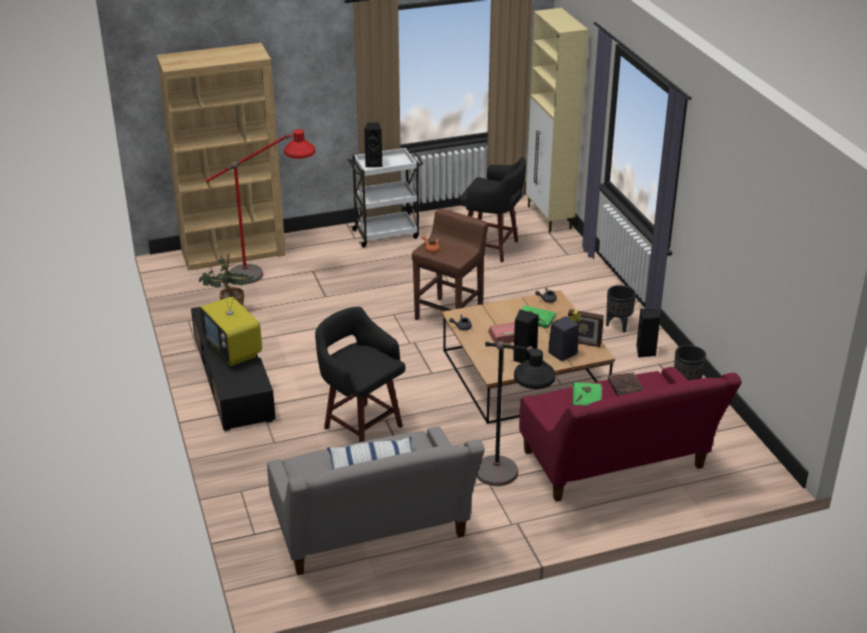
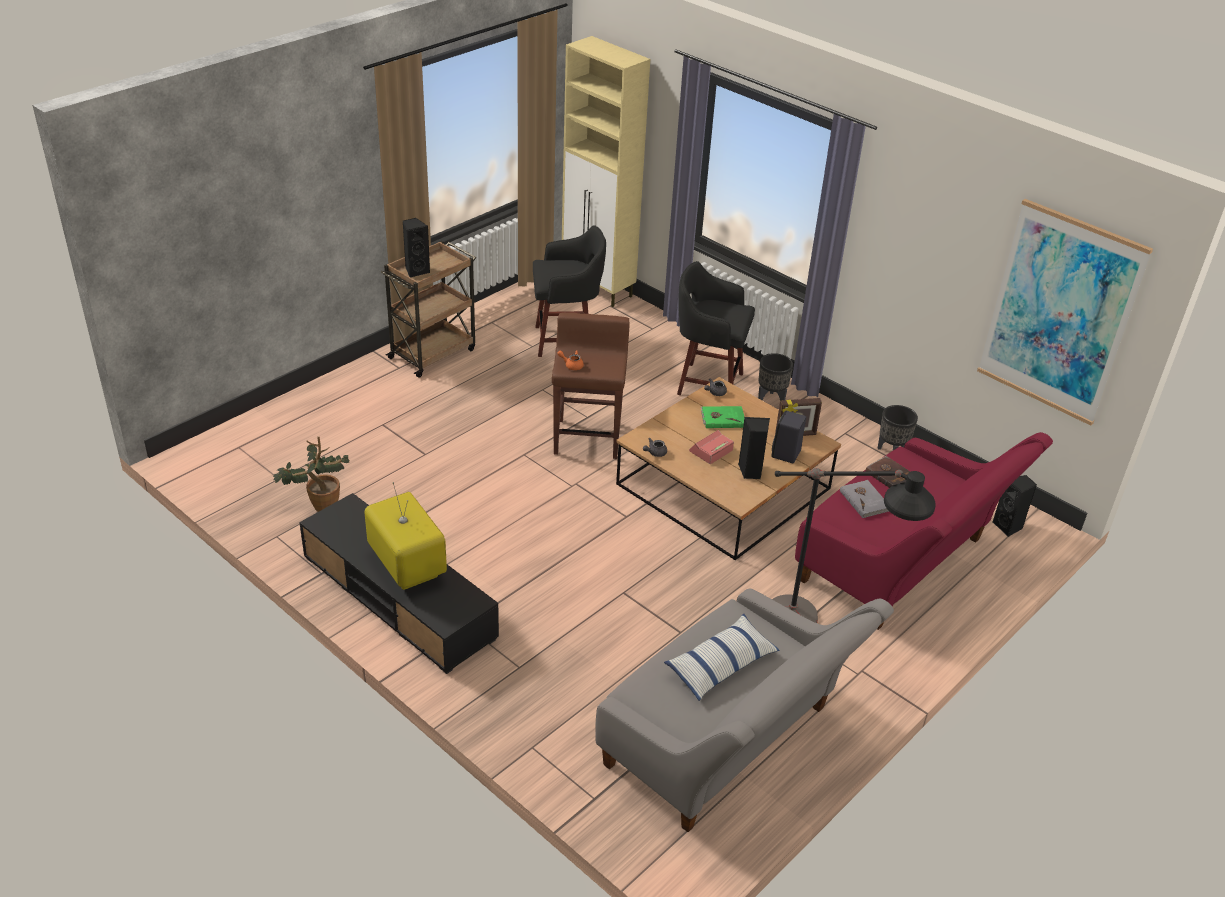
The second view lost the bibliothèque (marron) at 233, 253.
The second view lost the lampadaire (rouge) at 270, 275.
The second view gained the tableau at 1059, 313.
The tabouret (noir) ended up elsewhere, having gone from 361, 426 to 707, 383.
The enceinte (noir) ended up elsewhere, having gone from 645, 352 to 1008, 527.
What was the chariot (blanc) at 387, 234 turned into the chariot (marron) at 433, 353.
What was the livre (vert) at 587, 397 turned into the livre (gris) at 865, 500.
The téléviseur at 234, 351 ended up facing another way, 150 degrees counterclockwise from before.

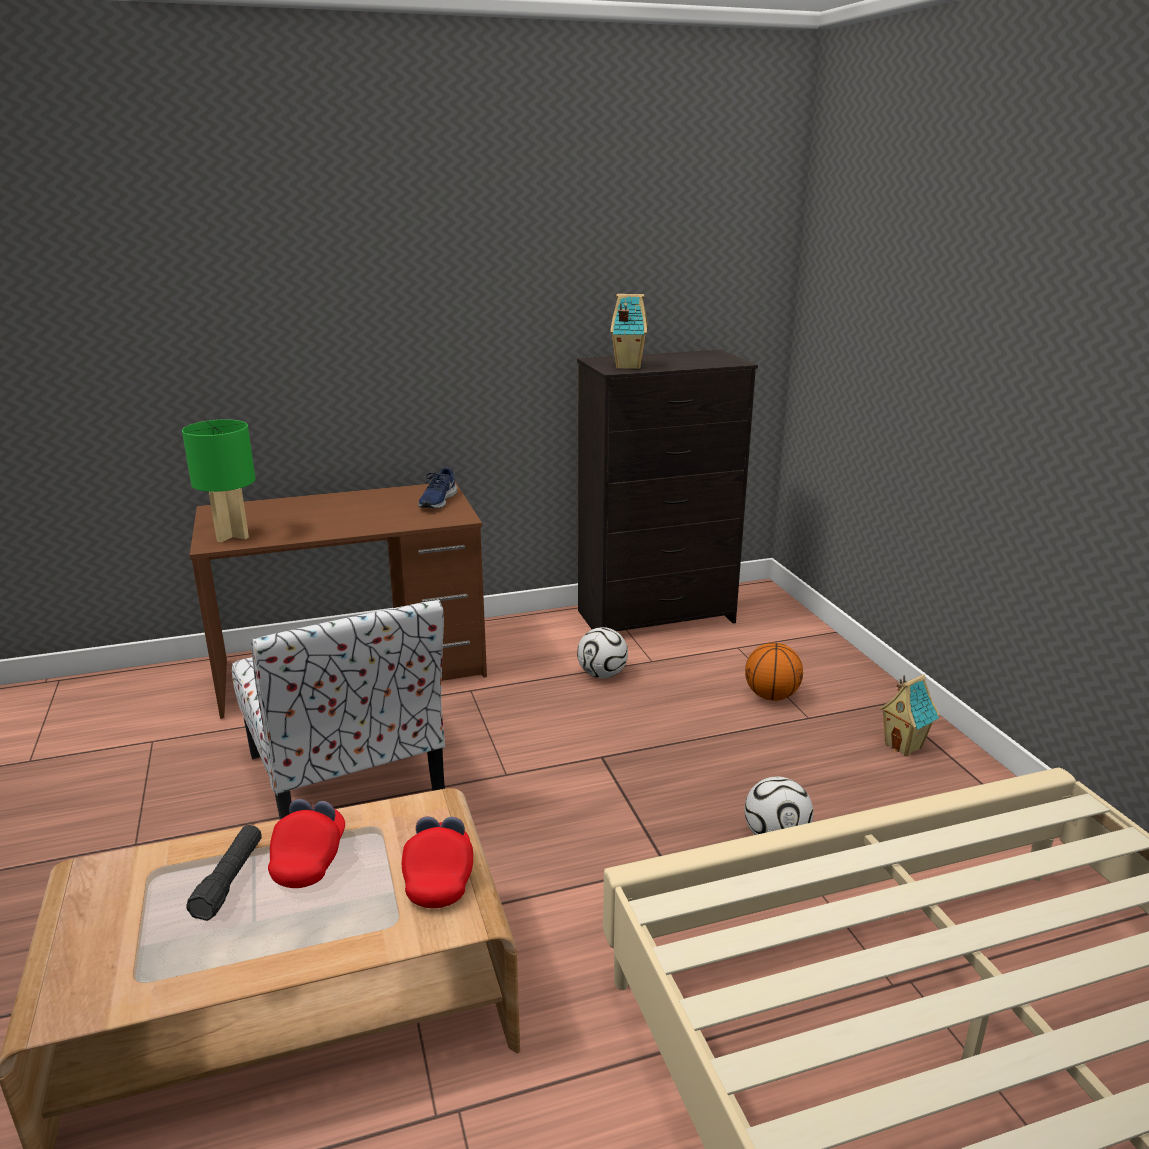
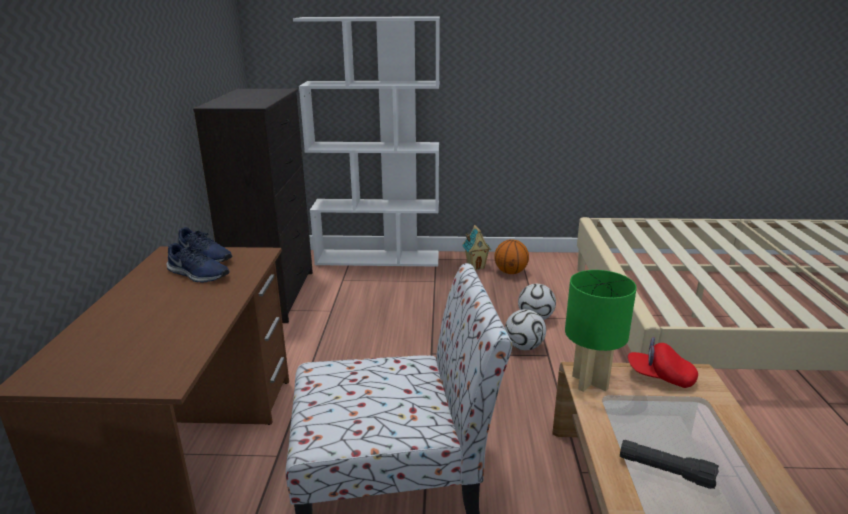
The second view lost the casquette (rouge) at 310, 859.
The second view lost the maison miniature at 627, 366.
The second view gained the chaussure (bleu) at 197, 274.
The second view gained the bibliothèque (blanc) at 378, 258.
The lampe de table (vert) ended up elsewhere, having gone from 231, 535 to 589, 383.
The ballon de foot ended up elsewhere, having gone from 602, 674 to 524, 346.
The ballon de basket ended up elsewhere, having gone from 771, 696 to 510, 272.

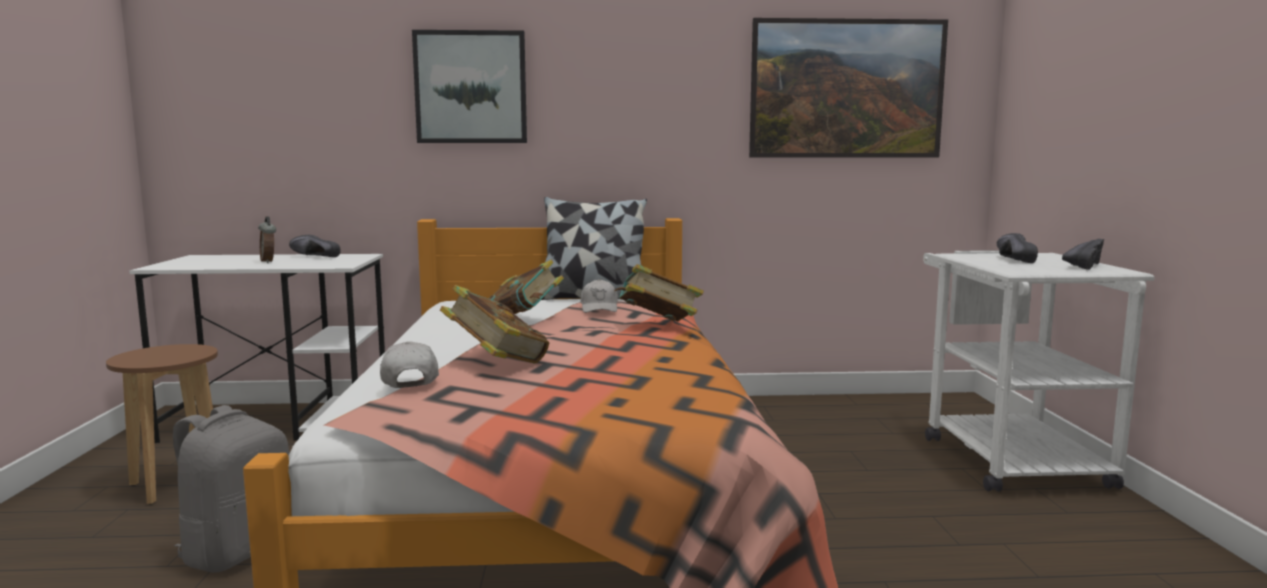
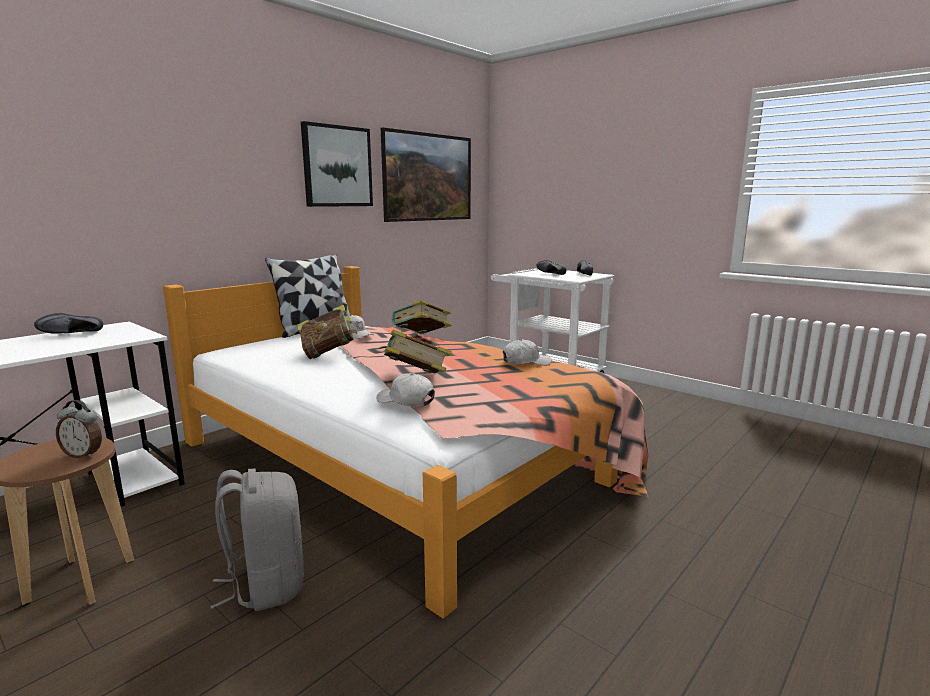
The second view gained the casquette (blanc) at 526, 362.
The réveil ended up elsewhere, having gone from 269, 261 to 84, 455.
The tableau ended up elsewhere, having gone from 471, 87 to 337, 166.

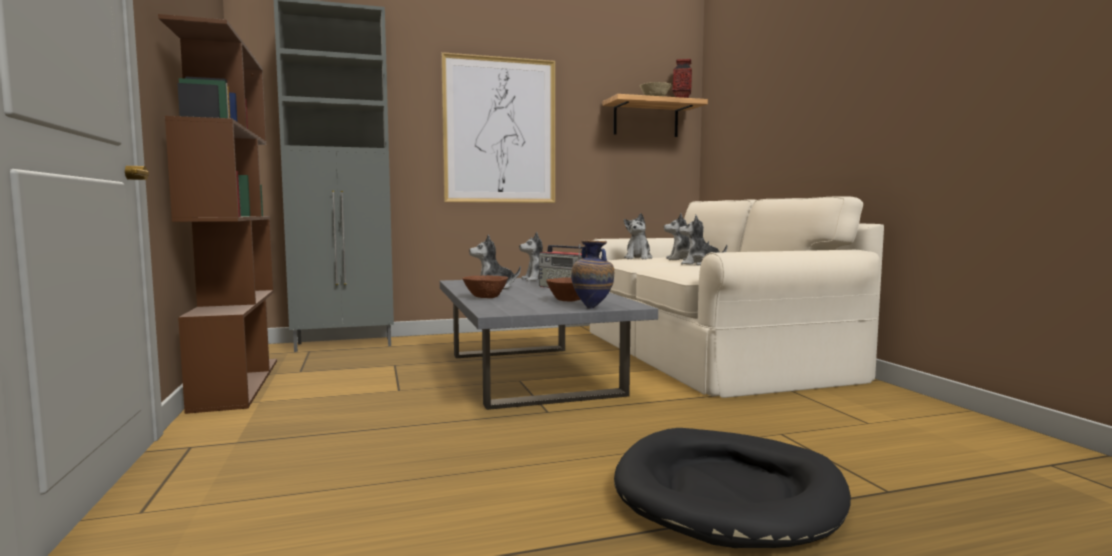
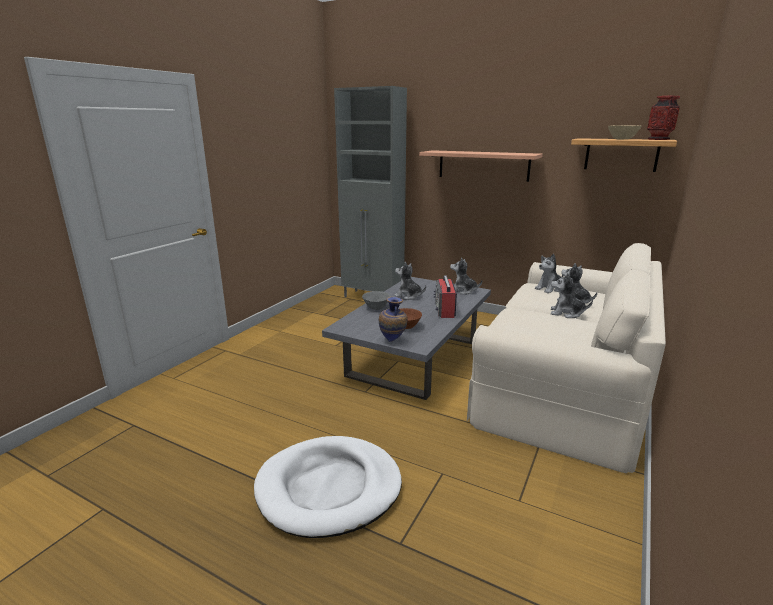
The second view lost the bibliothèque (marron) at 236, 383.
Where the tableau hung at 499, 131, the étagère came to hang at 483, 165.
What was the bol (marron) at 485, 297 turned into the bol (gris) at 376, 307.
What was the panier pour chien (noir) at 728, 493 turned into the panier pour chien (blanc) at 329, 488.
The peluche at 700, 264 ended up facing another way, 45 degrees counterclockwise from before.

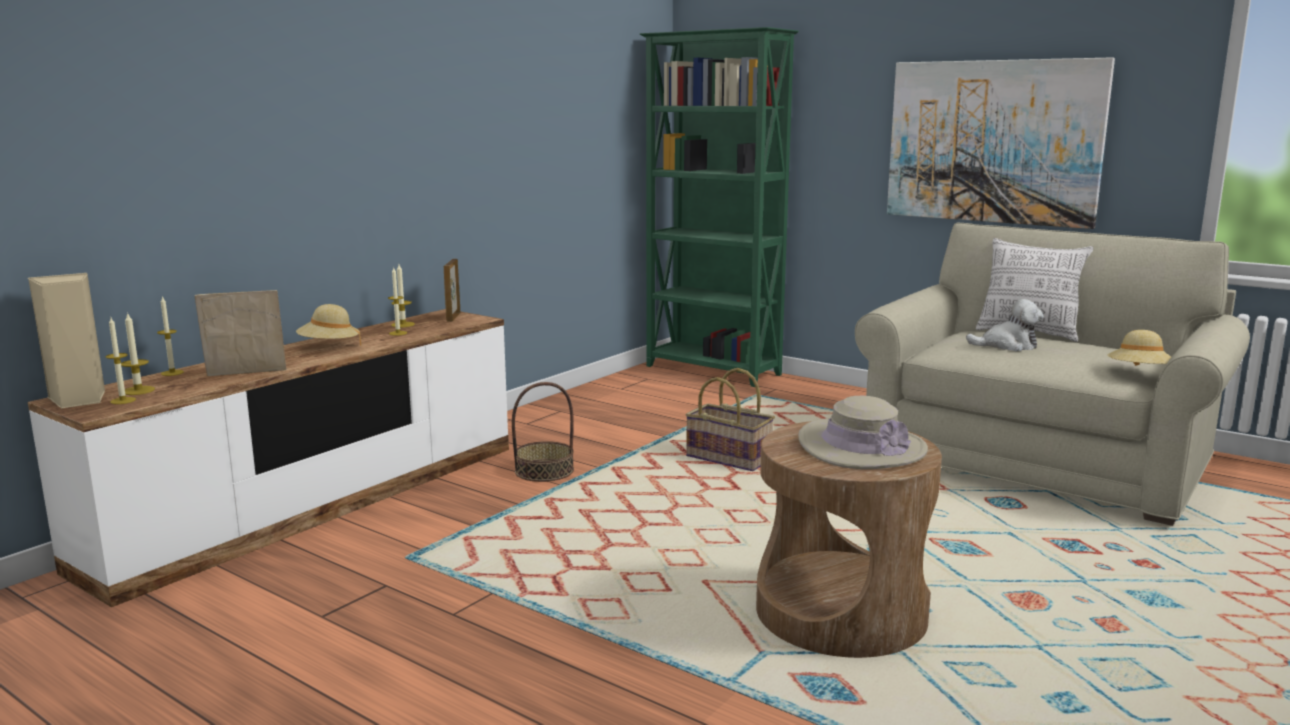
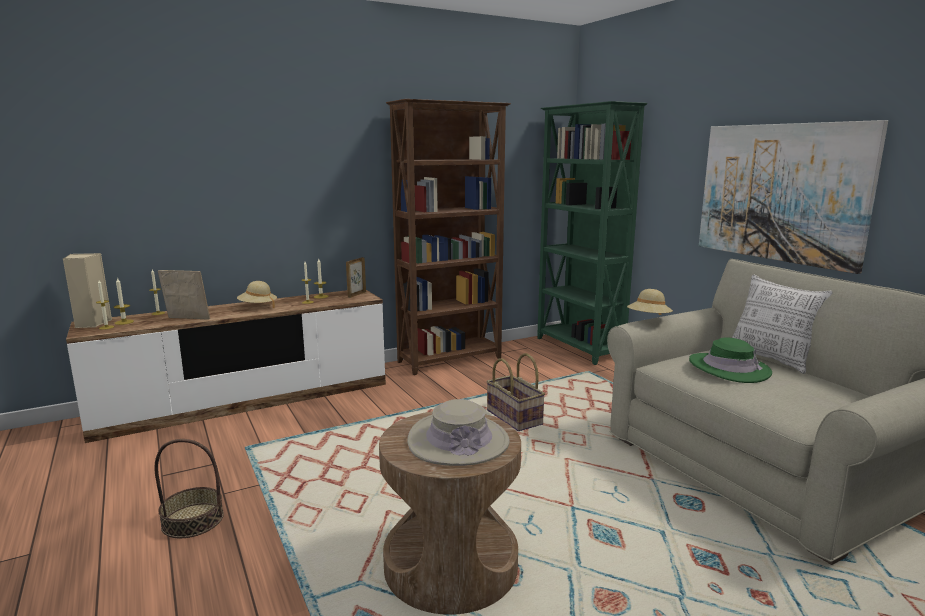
The second view gained the bibliothèque (marron) at 451, 360.
The panier ended up elsewhere, having gone from 544, 471 to 192, 520.
The chapeau (beige) ended up elsewhere, having gone from 1139, 373 to 648, 319.
Where the peluche stood at 1007, 346, the chapeau (vert) came to stand at 729, 368.

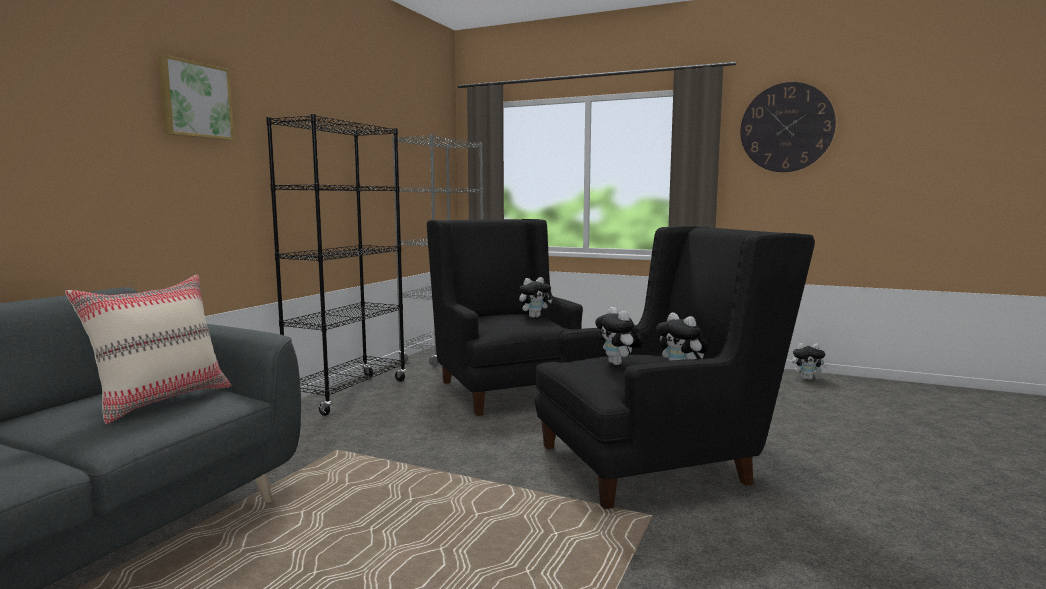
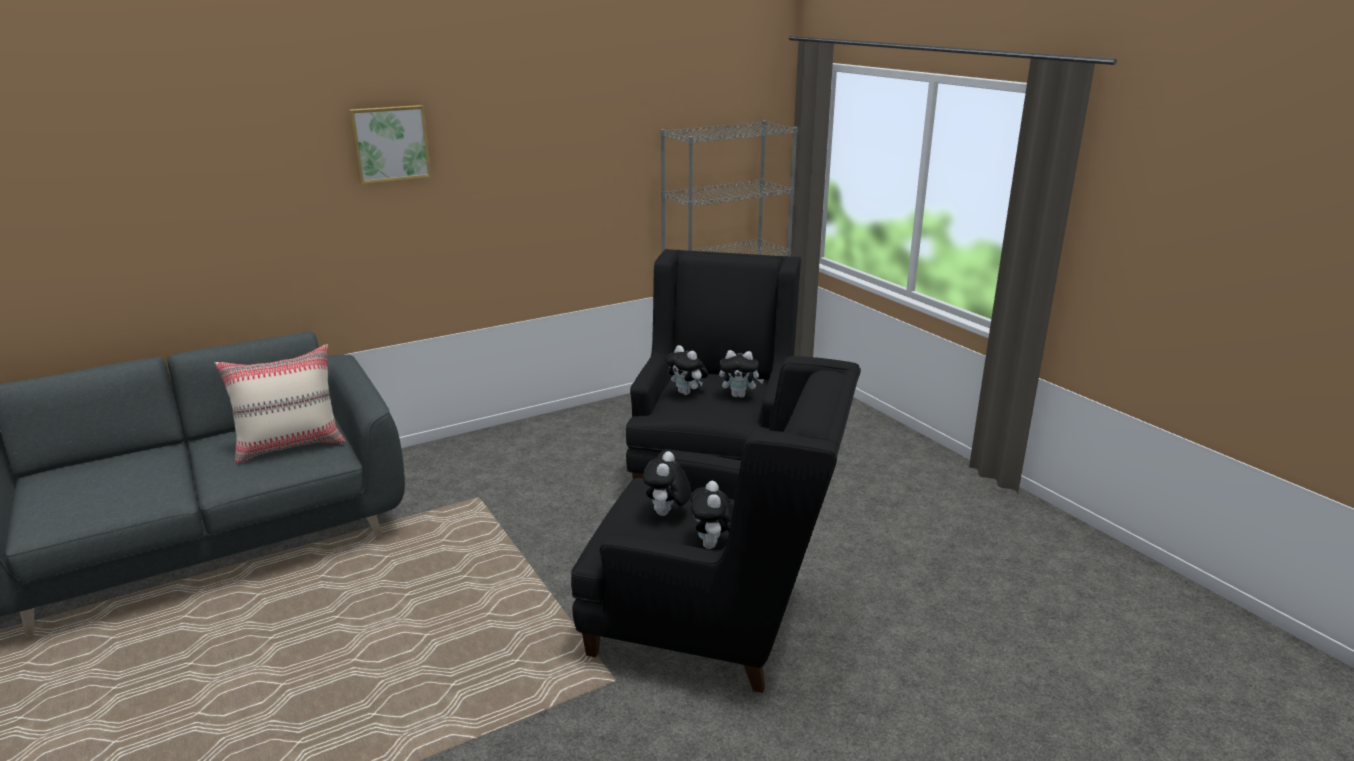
The second view lost the bibliothèque (noir) at 348, 394.
The second view lost the horloge murale at 786, 127.
The peluche ended up elsewhere, having gone from 807, 378 to 687, 393.

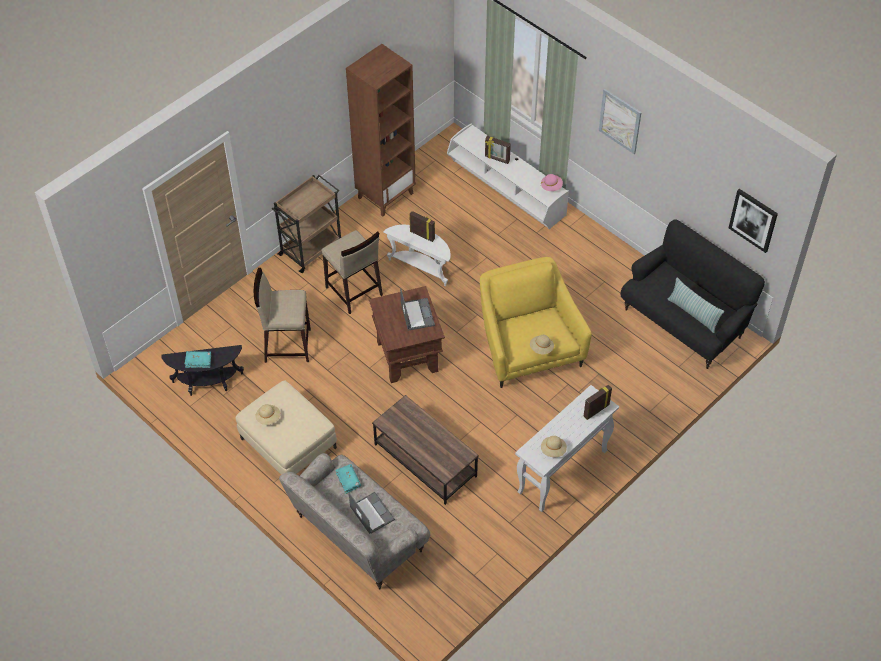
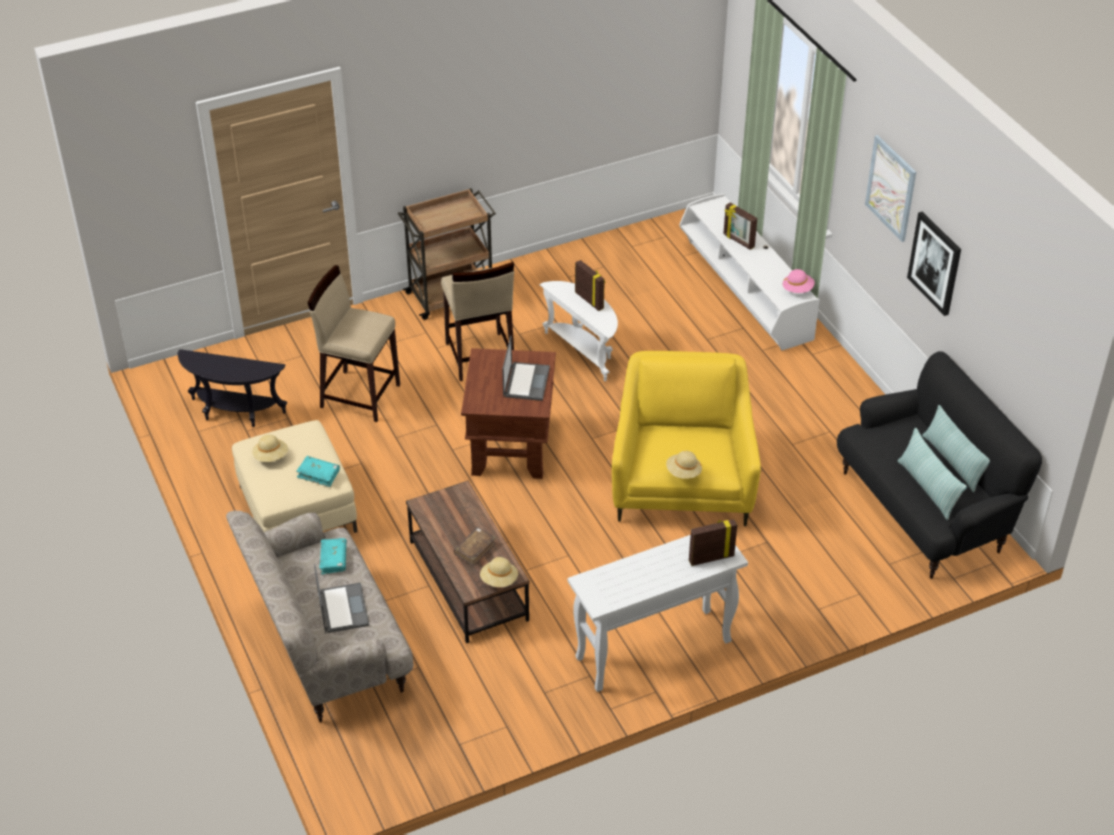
The second view lost the bibliothèque (marron) at 385, 195.
The second view gained the livre (marron) at 475, 550.
The second view gained the coussin at 953, 462.
The livre (turquoise) ended up elsewhere, having gone from 198, 361 to 319, 474.
The chapeau (beige) ended up elsewhere, having gone from 553, 450 to 499, 580.
The tableau ended up elsewhere, having gone from 753, 220 to 935, 263.

